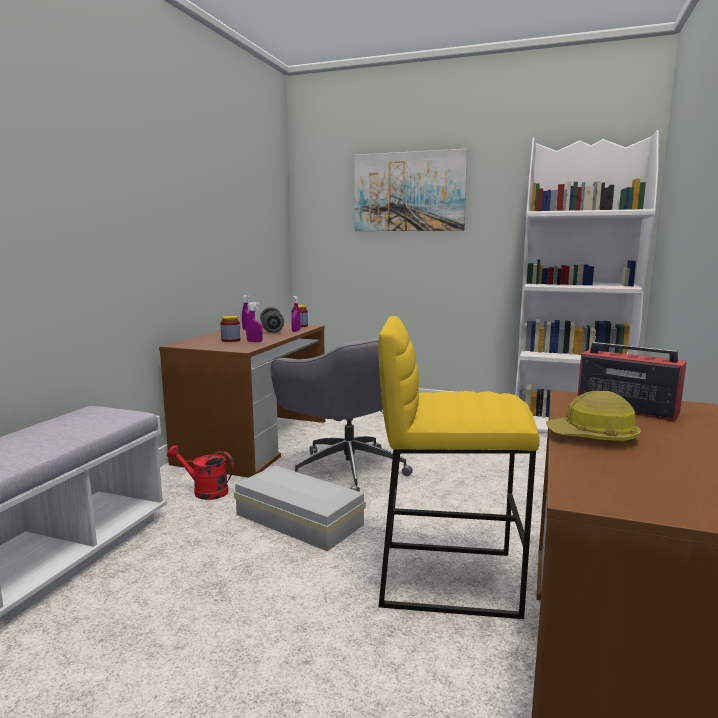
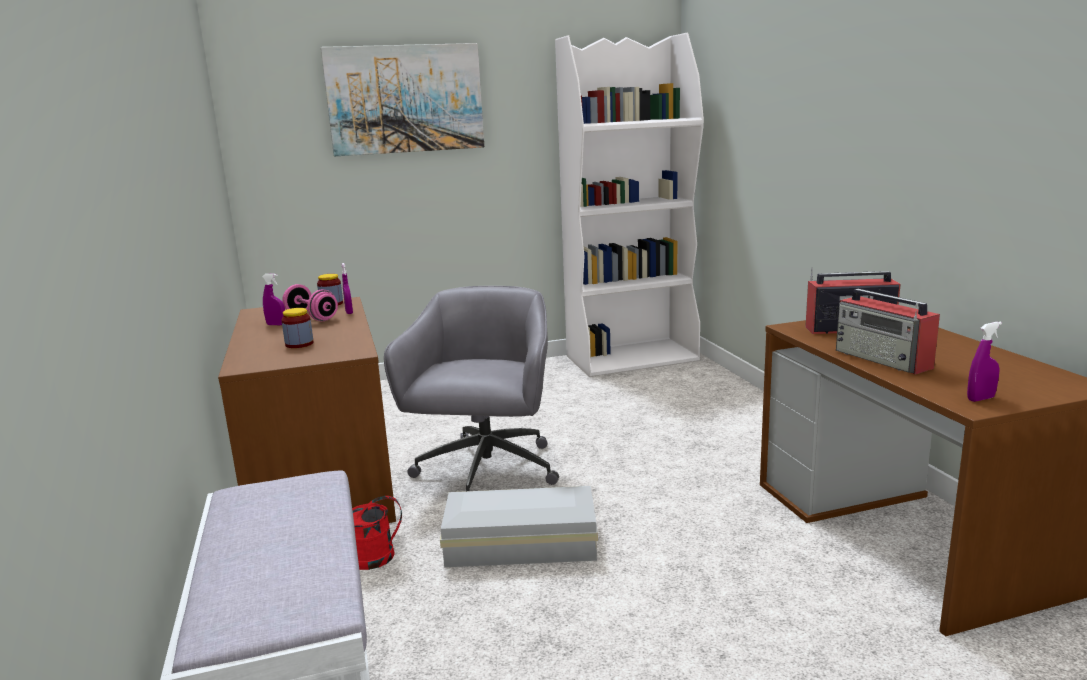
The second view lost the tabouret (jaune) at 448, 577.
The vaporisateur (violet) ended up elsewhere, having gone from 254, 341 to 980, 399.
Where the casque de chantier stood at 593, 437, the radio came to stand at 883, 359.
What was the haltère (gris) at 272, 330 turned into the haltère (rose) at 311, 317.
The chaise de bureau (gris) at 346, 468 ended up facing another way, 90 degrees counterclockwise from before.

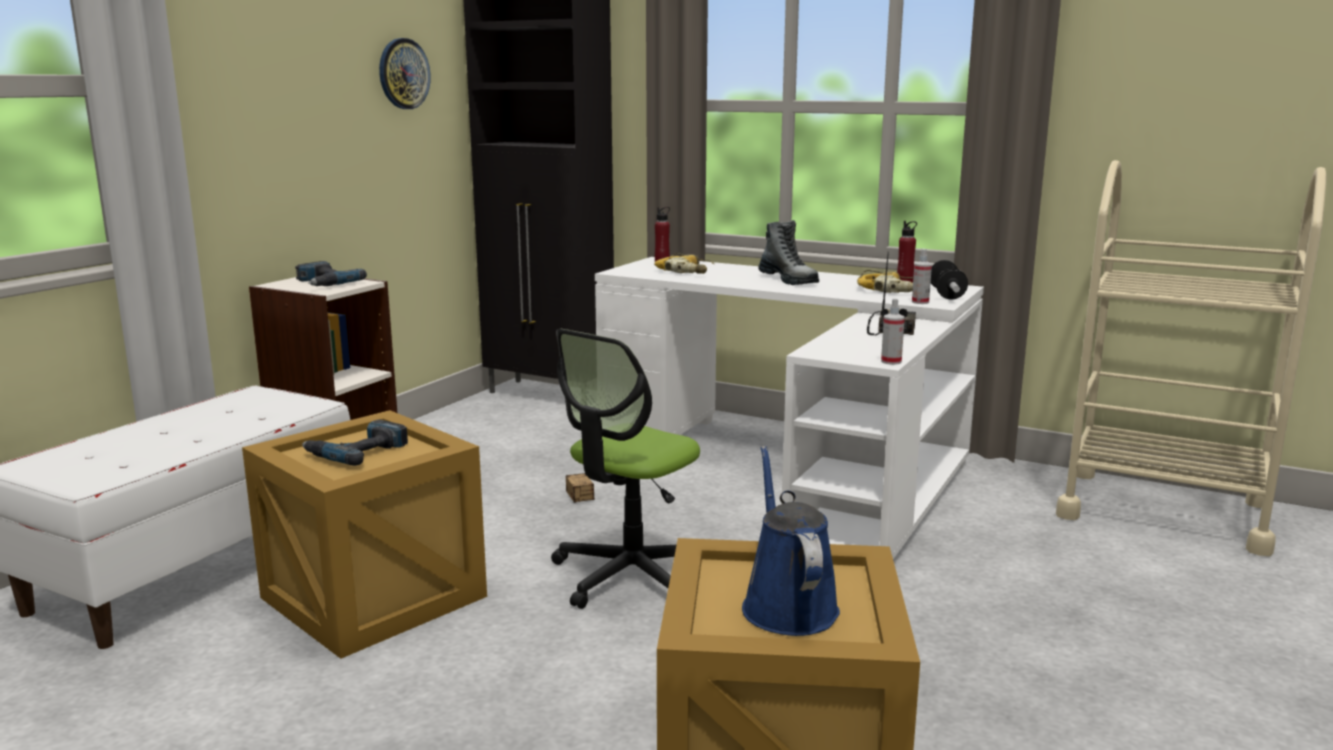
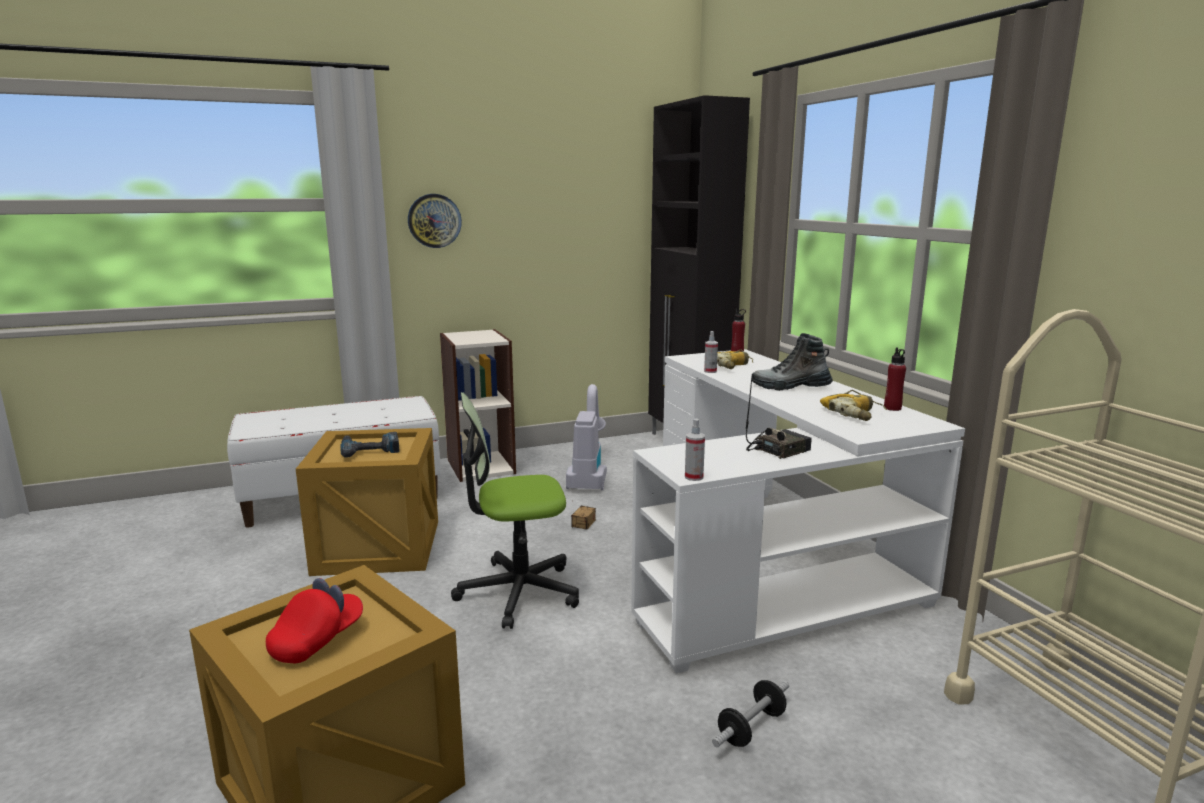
The second view lost the perceuse at 323, 283.
The second view gained the aspirateur at 588, 474.
The horloge murale ended up elsewhere, having gone from 403, 74 to 434, 221.
The vaporisateur ended up elsewhere, having gone from 920, 302 to 710, 371.
The haltère ended up elsewhere, having gone from 946, 294 to 751, 728.
Where the arrosoir (bleu) stood at 787, 605, the casquette (rouge) came to stand at 317, 640.
The botte at 788, 280 ended up facing another way, 90 degrees clockwise from before.

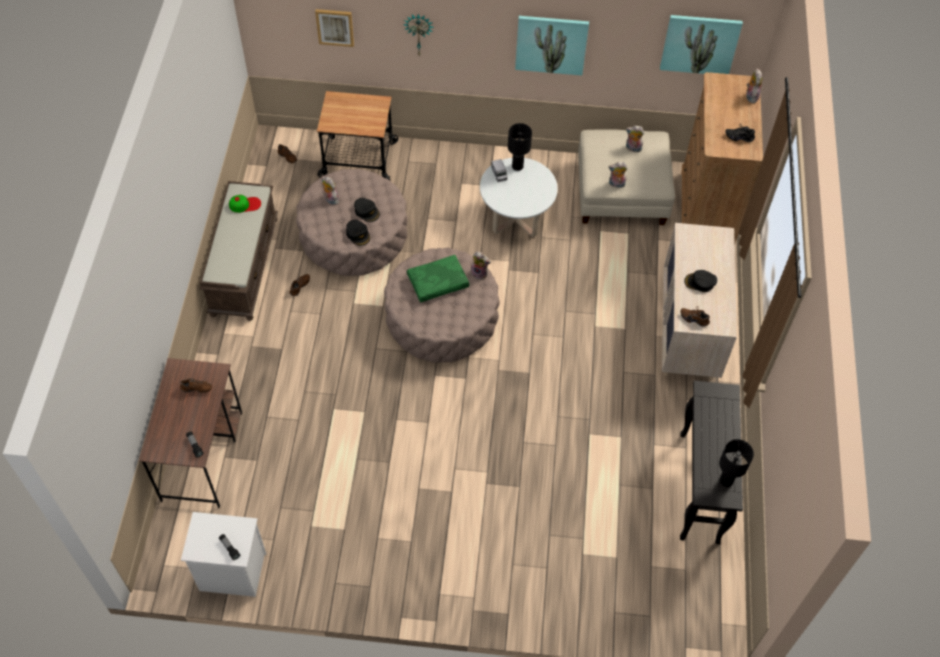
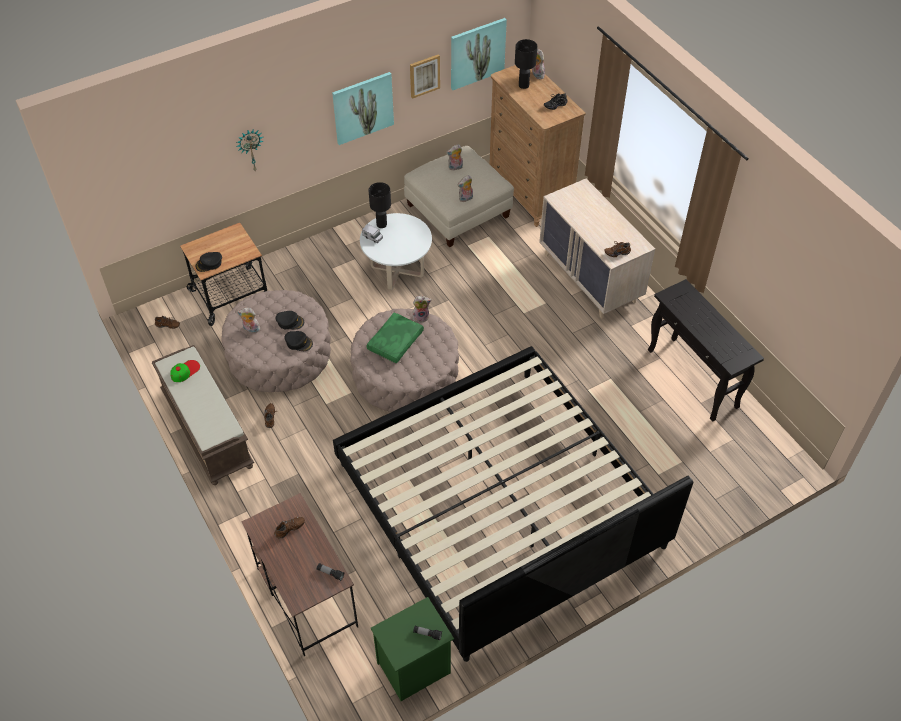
The second view gained the lit at 499, 505.
The tableau ended up elsewhere, having gone from 335, 27 to 424, 75.
The casquette (noir) ended up elsewhere, having gone from 700, 282 to 209, 264.
The lampe de table (noir) ended up elsewhere, having gone from 725, 481 to 523, 85.
What was the table de chevet (blanc) at 231, 572 turned into the table de chevet (vert) at 413, 669.

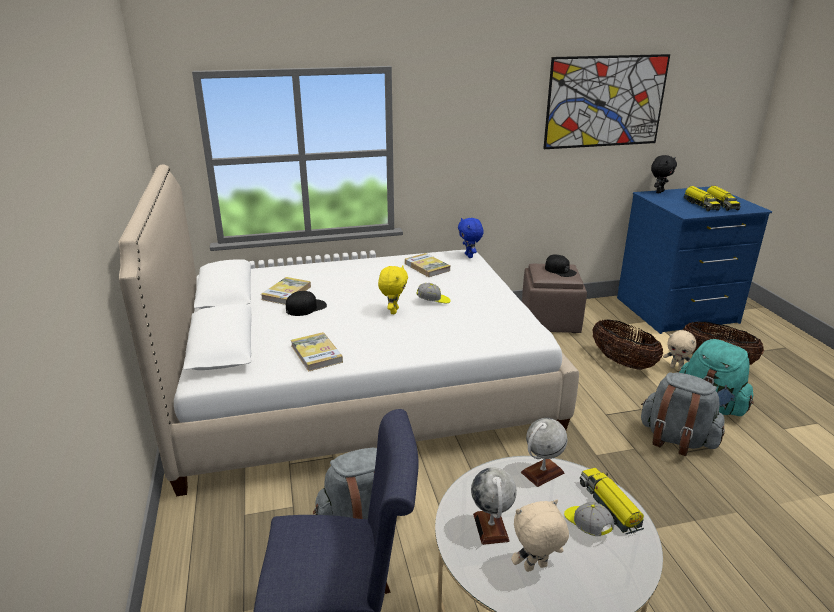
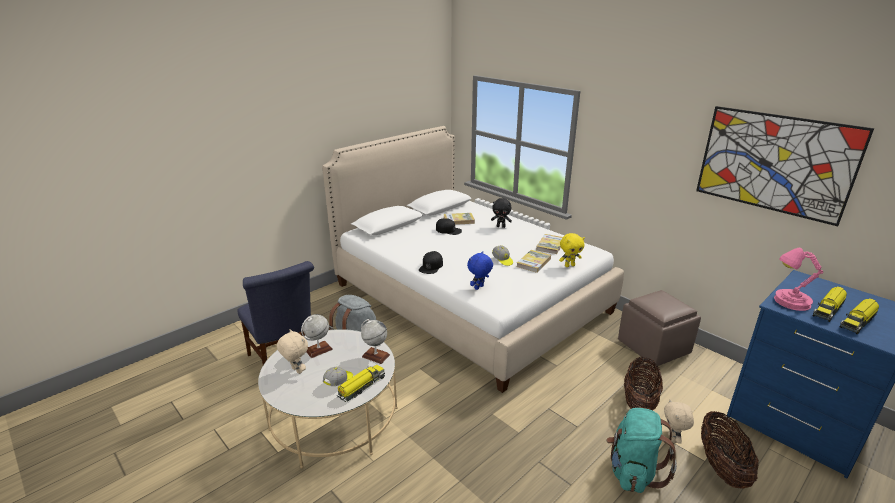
The second view lost the sac à dos (gris) at 676, 439.
The second view gained the lampe de table (rose) at 789, 302.
The livre ended up elsewhere, having gone from 316, 354 to 533, 262.
The peluche (jaune) ended up elsewhere, having gone from 393, 311 to 569, 265.
The peluche (bleu) ended up elsewhere, having gone from 469, 256 to 479, 288.
The casquette (noir) ended up elsewhere, having gone from 560, 270 to 431, 266.
The peluche (noir) ended up elsewhere, having gone from 659, 192 to 501, 226.

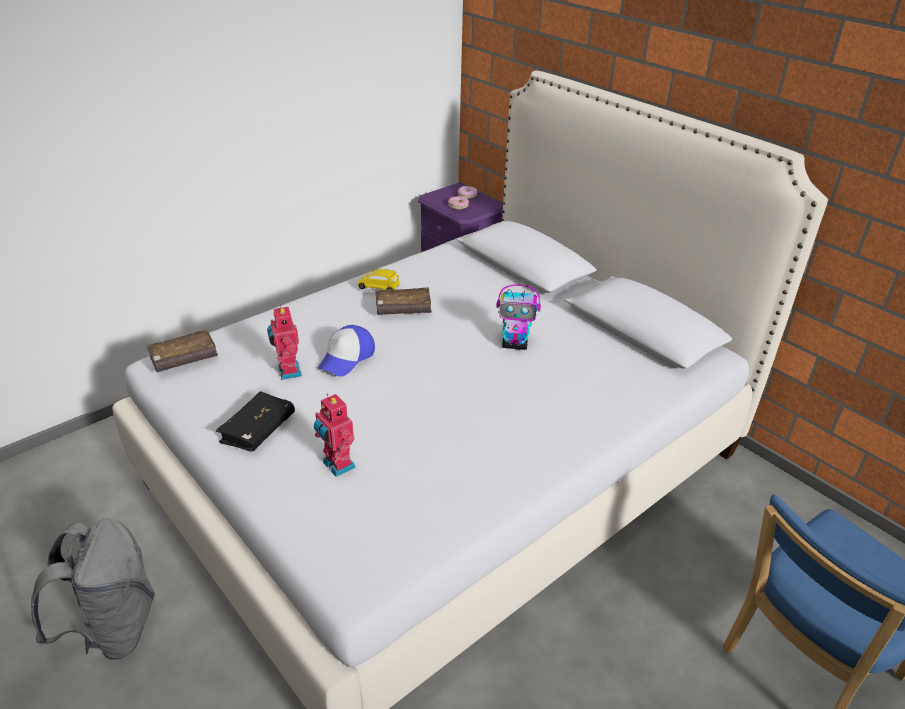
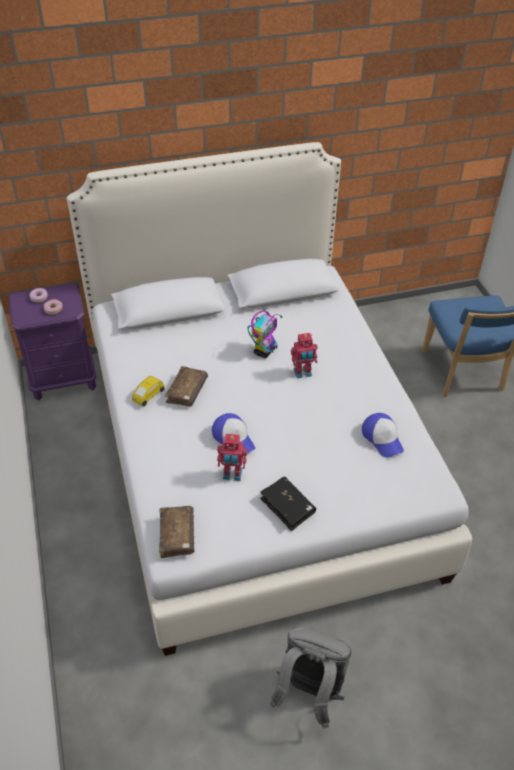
The second view gained the casquette at 382, 438.
The robot jouet ended up elsewhere, having gone from 337, 465 to 303, 373.

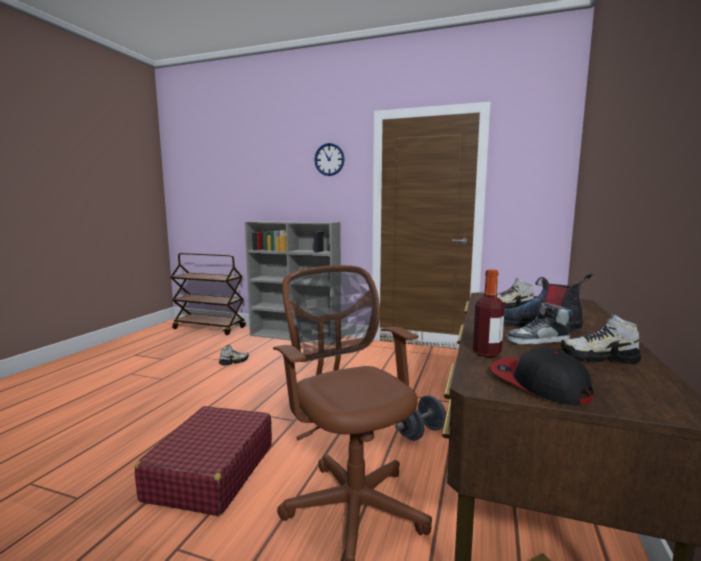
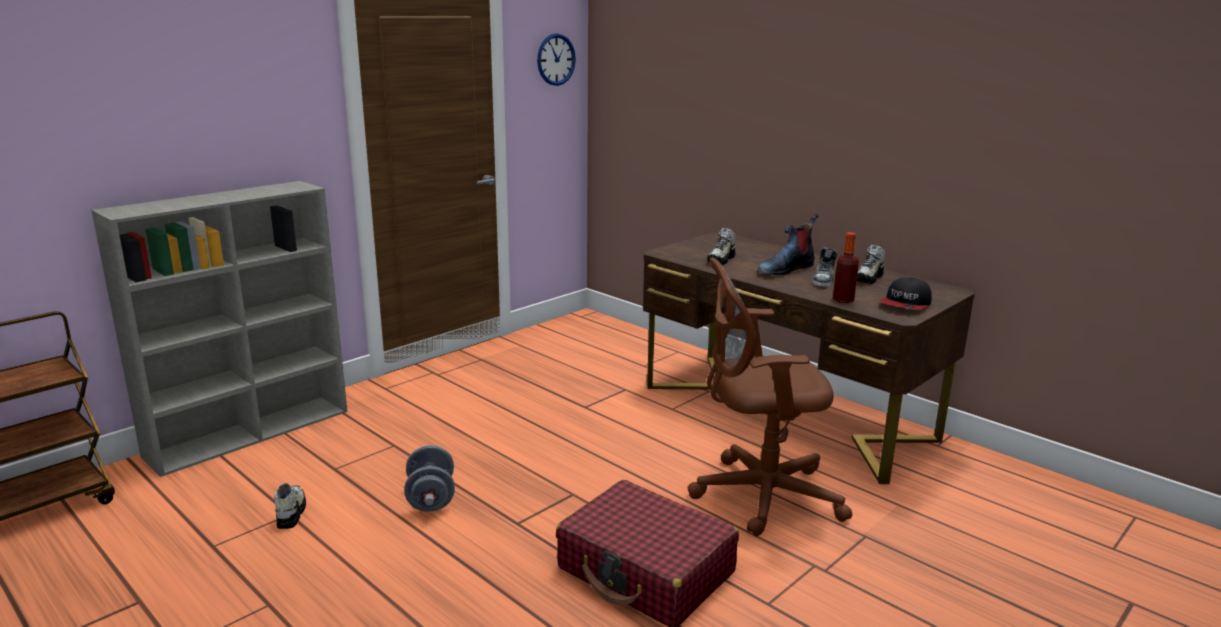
The horloge murale ended up elsewhere, having gone from 329, 159 to 556, 59.
The haltère (gris) ended up elsewhere, having gone from 420, 433 to 431, 498.
The casquette at 538, 384 ended up facing another way, 45 degrees counterclockwise from before.

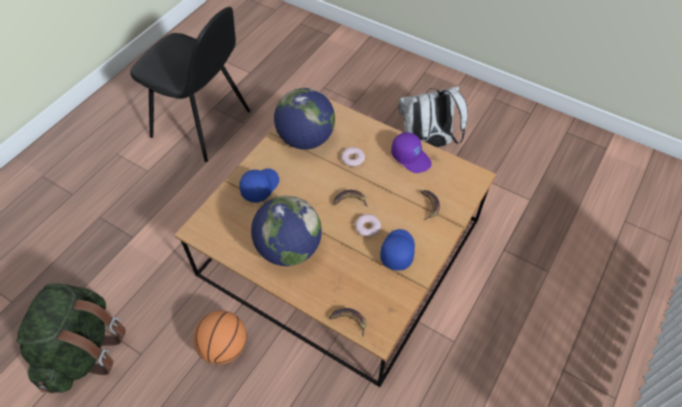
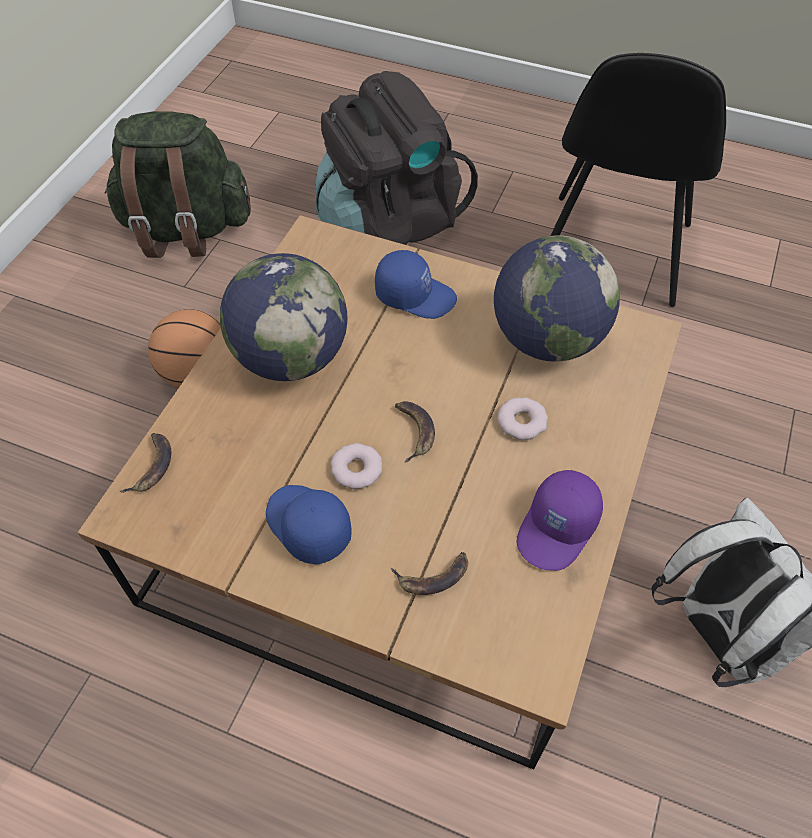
The second view gained the sac à dos (noir) at 389, 222.
The casquette (bleu) at 397, 251 ended up facing another way, 135 degrees counterclockwise from before.

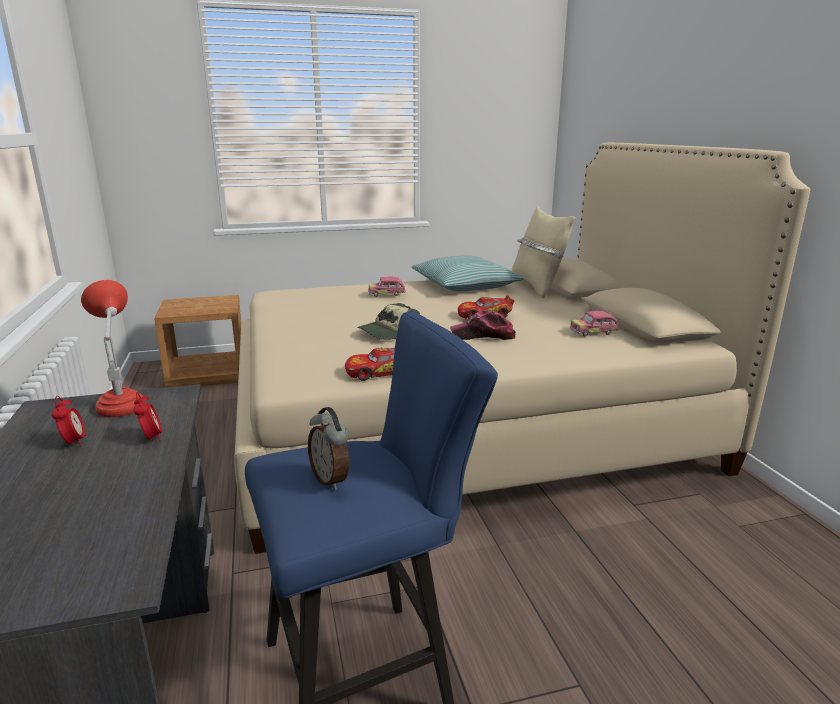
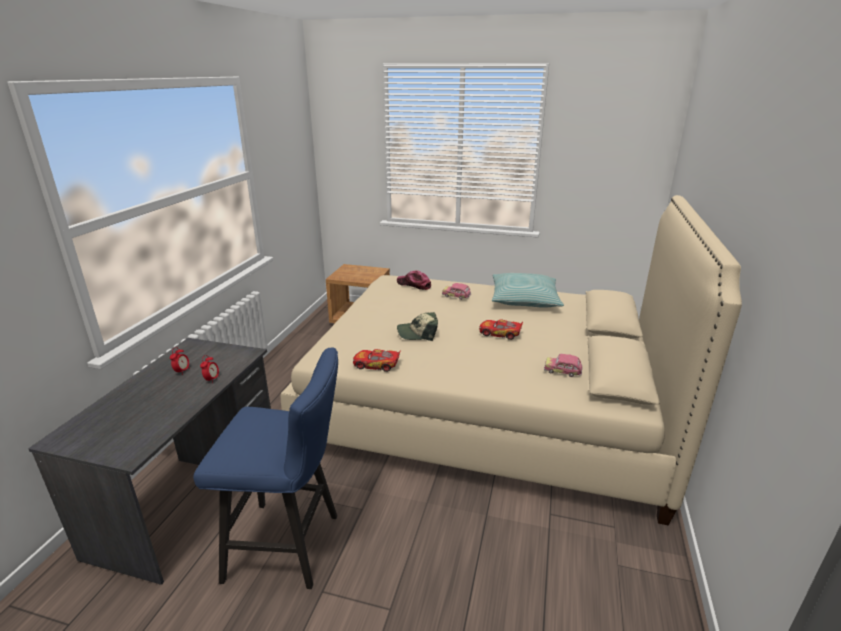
The second view lost the lampe de table (rouge) at 121, 402.
The second view lost the réveil at 331, 479.
The second view lost the coussin (beige) at 537, 287.
The casquette ended up elsewhere, having gone from 483, 335 to 414, 284.

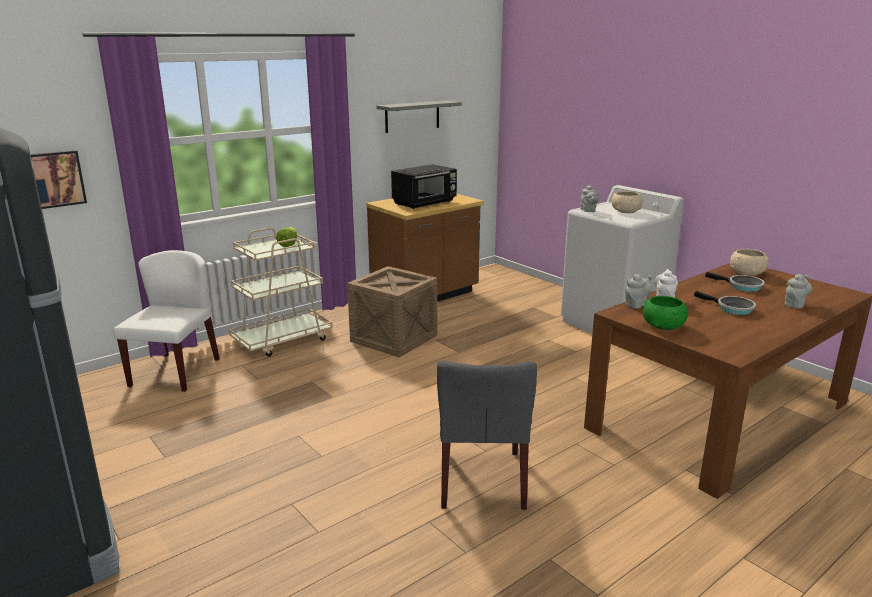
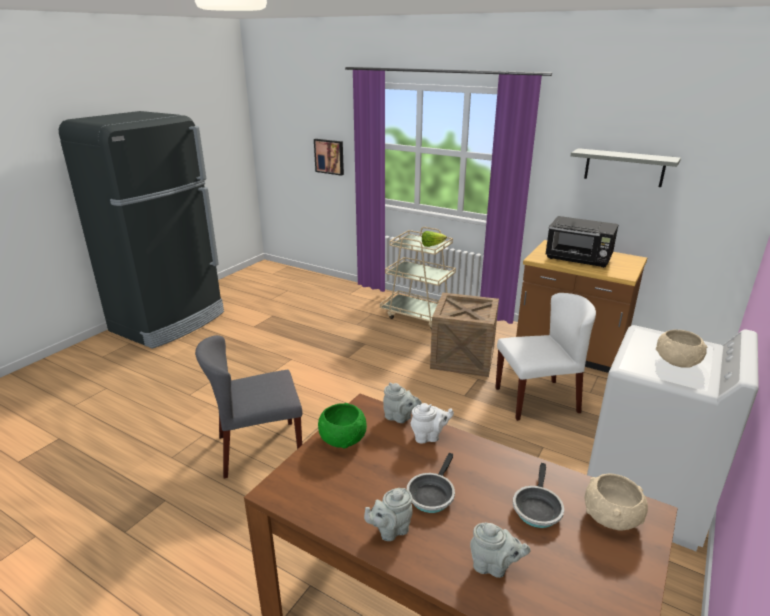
The chaise (blanc) ended up elsewhere, having gone from 175, 372 to 537, 399.
The théière (gris) ended up elsewhere, having gone from 588, 210 to 390, 530.

